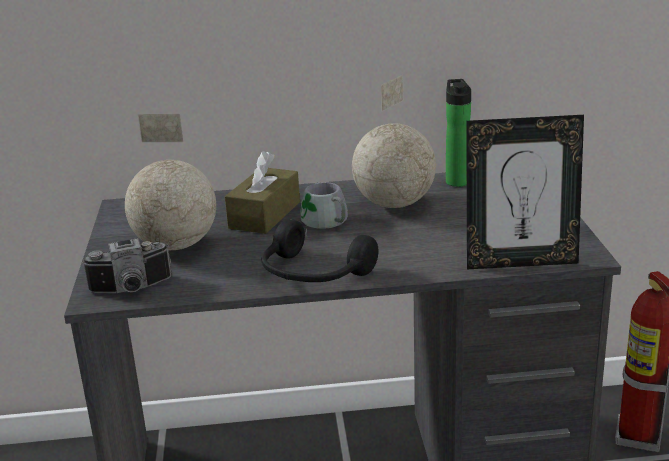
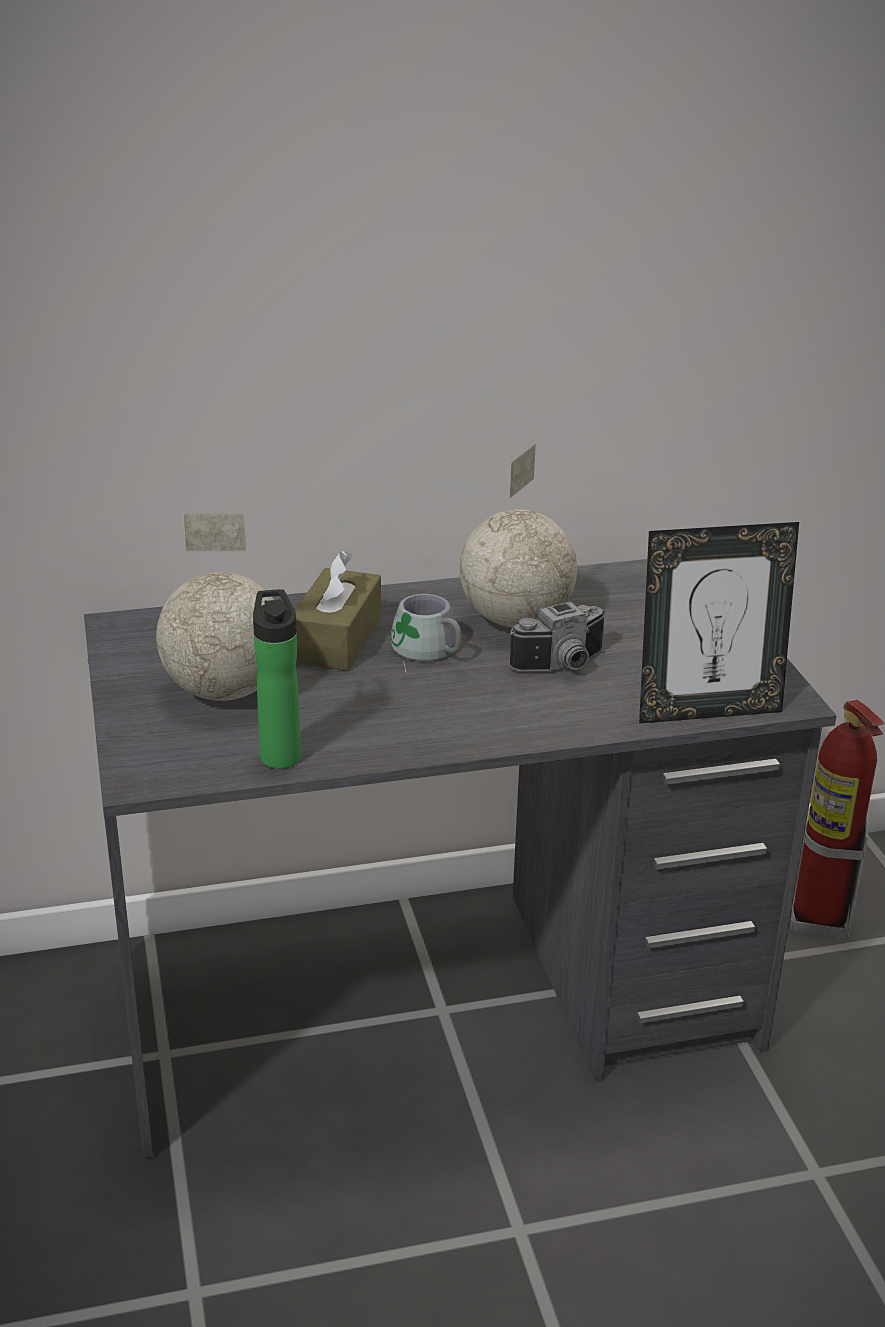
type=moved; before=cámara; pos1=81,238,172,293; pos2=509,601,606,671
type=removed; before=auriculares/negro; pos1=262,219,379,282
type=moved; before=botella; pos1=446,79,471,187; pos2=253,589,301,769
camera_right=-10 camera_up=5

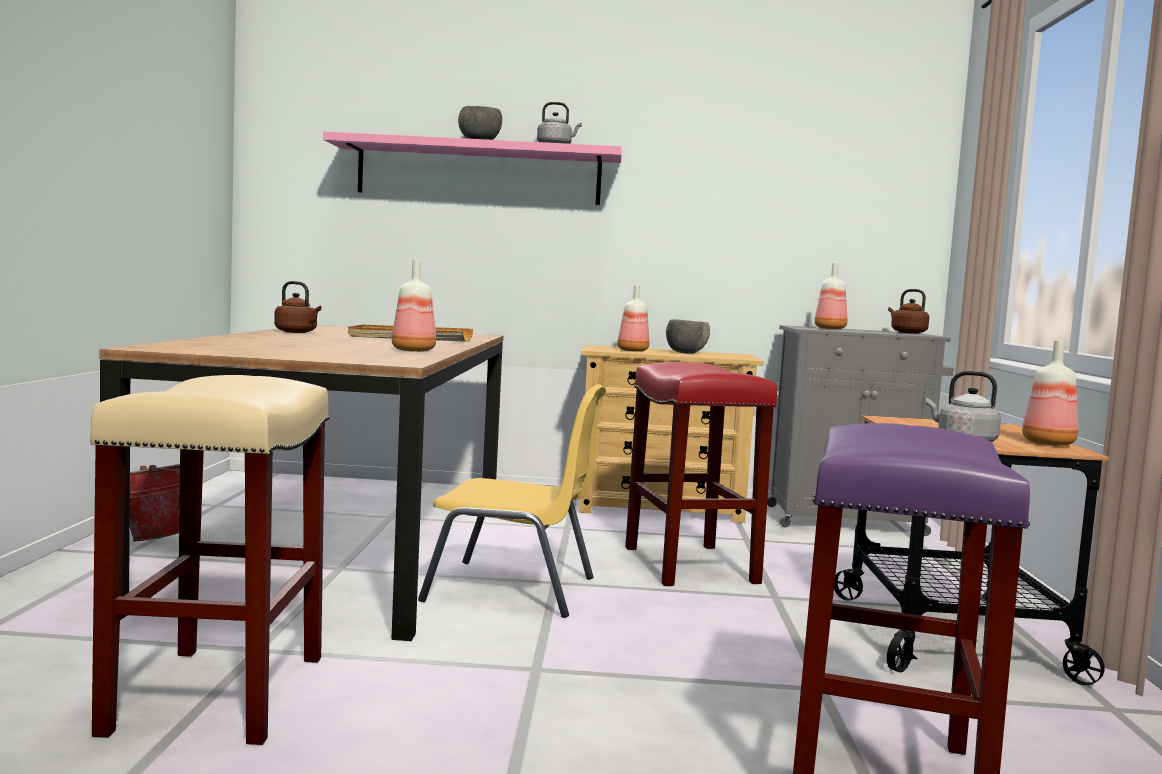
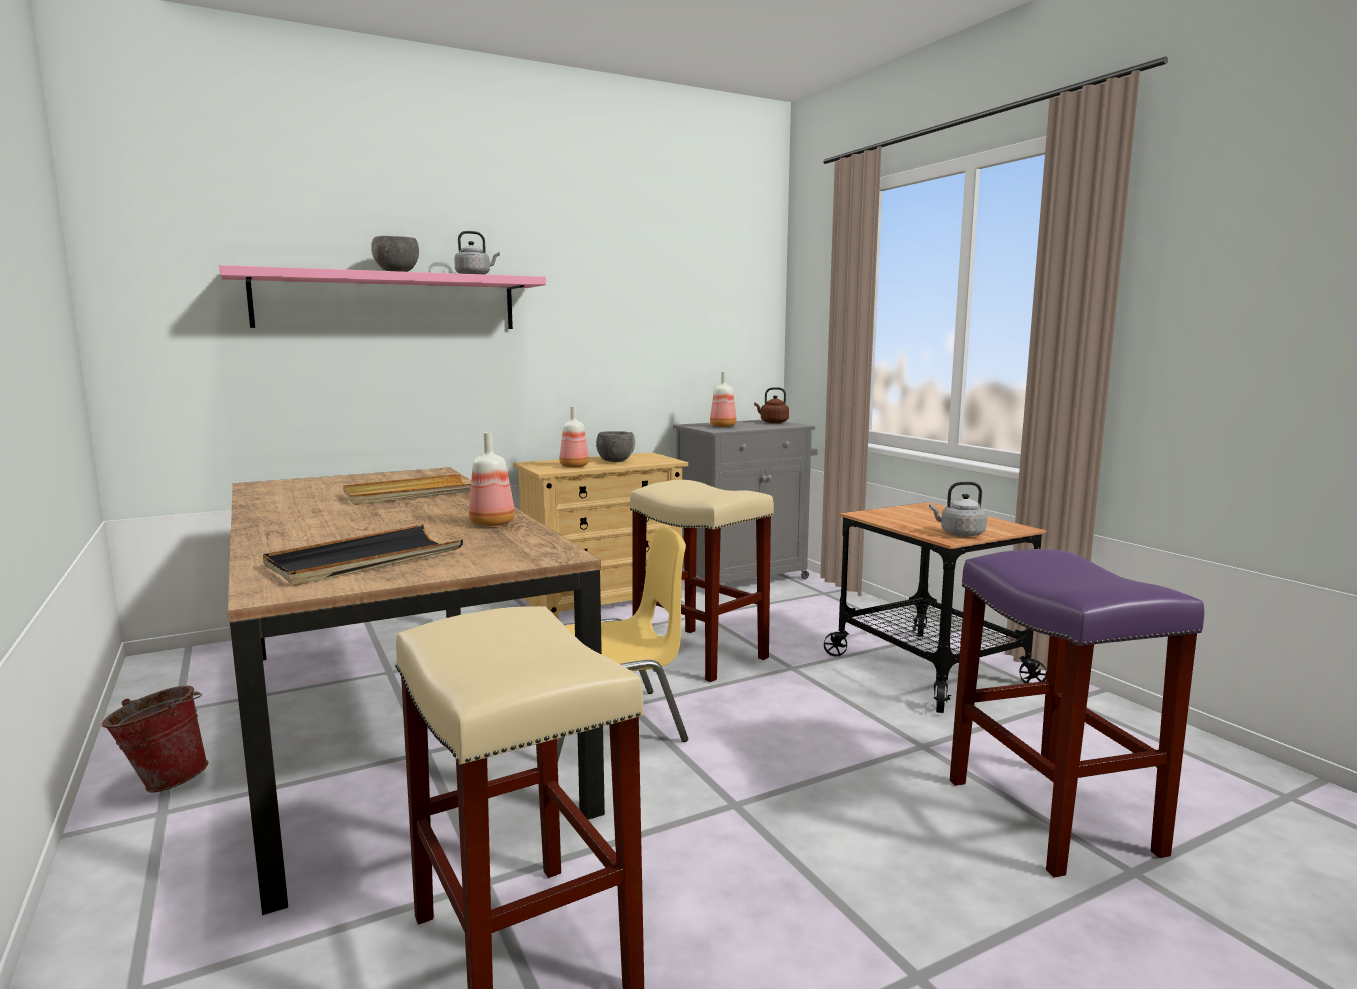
type=removed; before=hervidor/marrón; pos1=274,281,322,333
type=recoloured; before=taburete/rojo; after=taburete/beis; pos1=625,362,777,586; pos2=630,480,774,682
type=removed; before=botella; pos1=1022,340,1078,446
type=added; after=bandeja/negro; pos2=263,524,463,586
camera_right=-30 camera_up=5

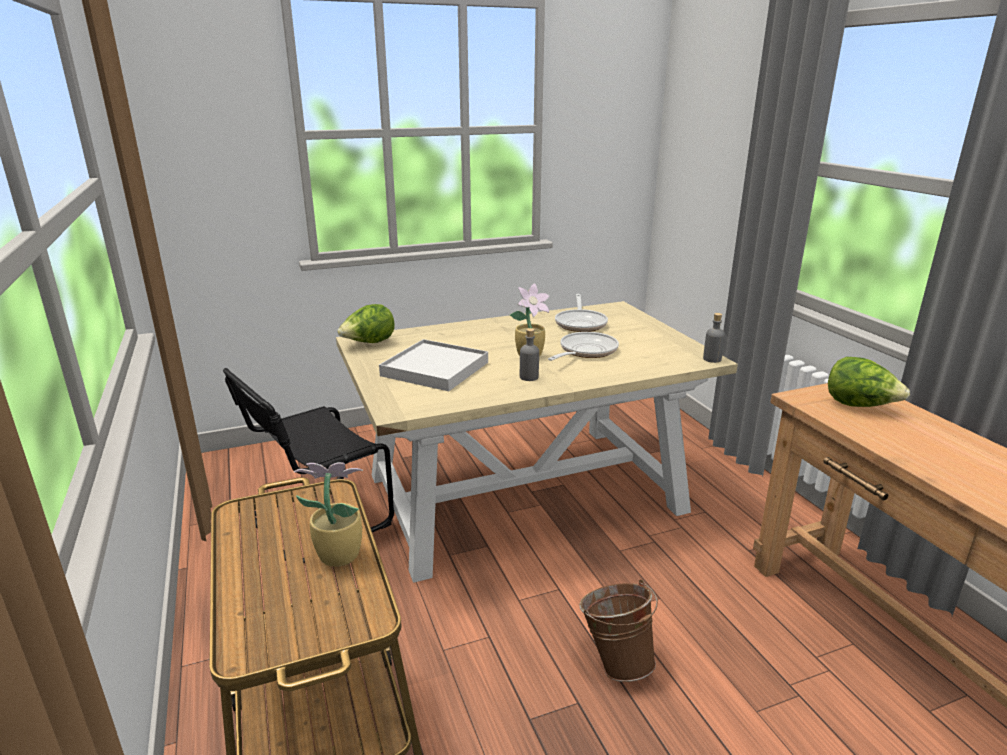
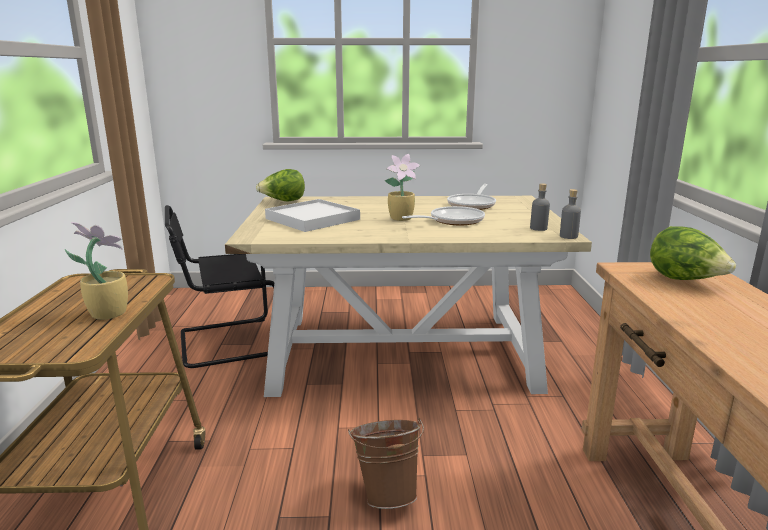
type=moved; before=botella/gris; pos1=520,328,539,381; pos2=530,183,550,231
camera_right=20 camera_up=-5

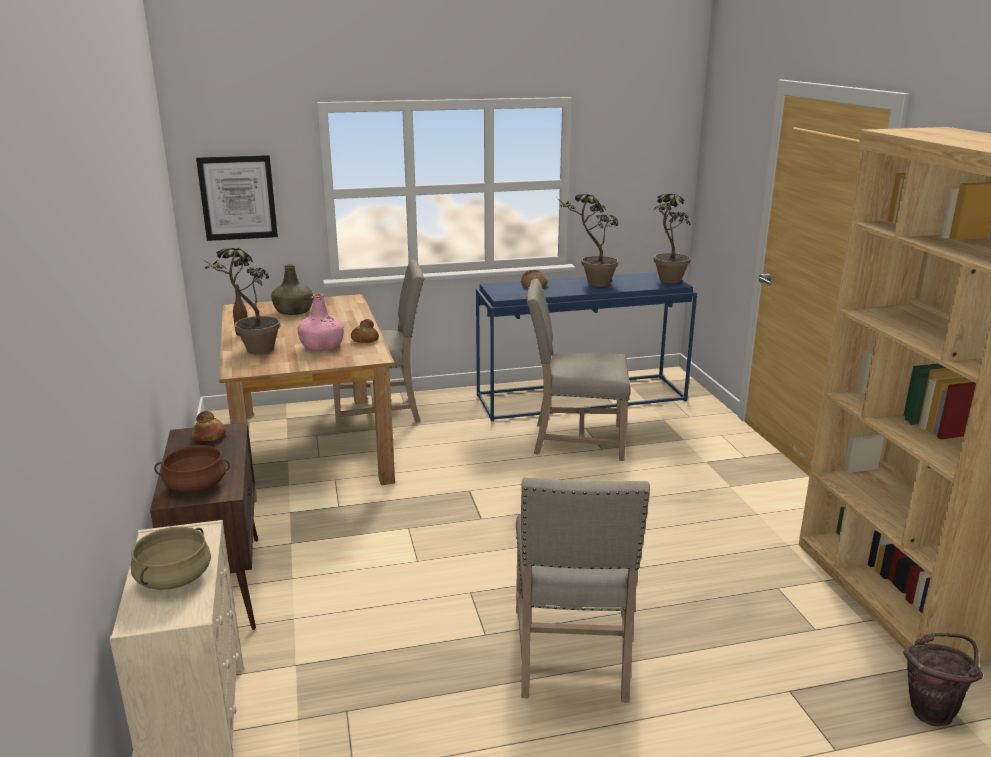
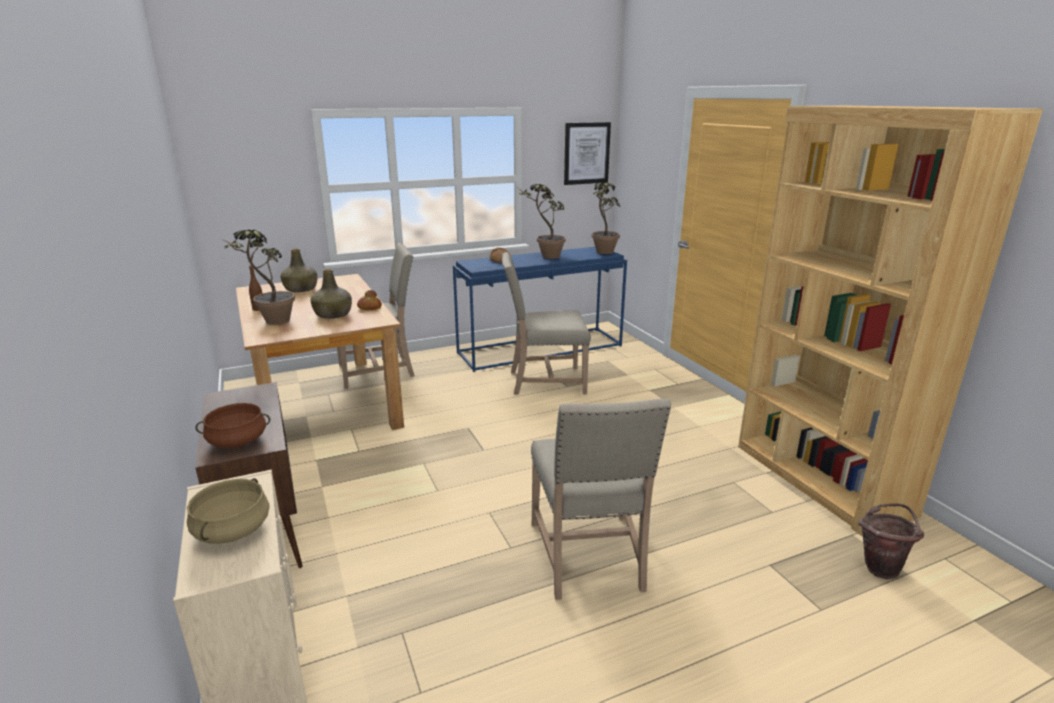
type=removed; before=pan; pos1=192,411,226,442
type=moved; before=cuadro; pos1=196,155,278,241; pos2=564,122,611,185
type=recoloured; before=botella/rosa; after=botella/verde; pos1=297,294,344,351; pos2=311,269,352,319
camera_right=-10 camera_up=0

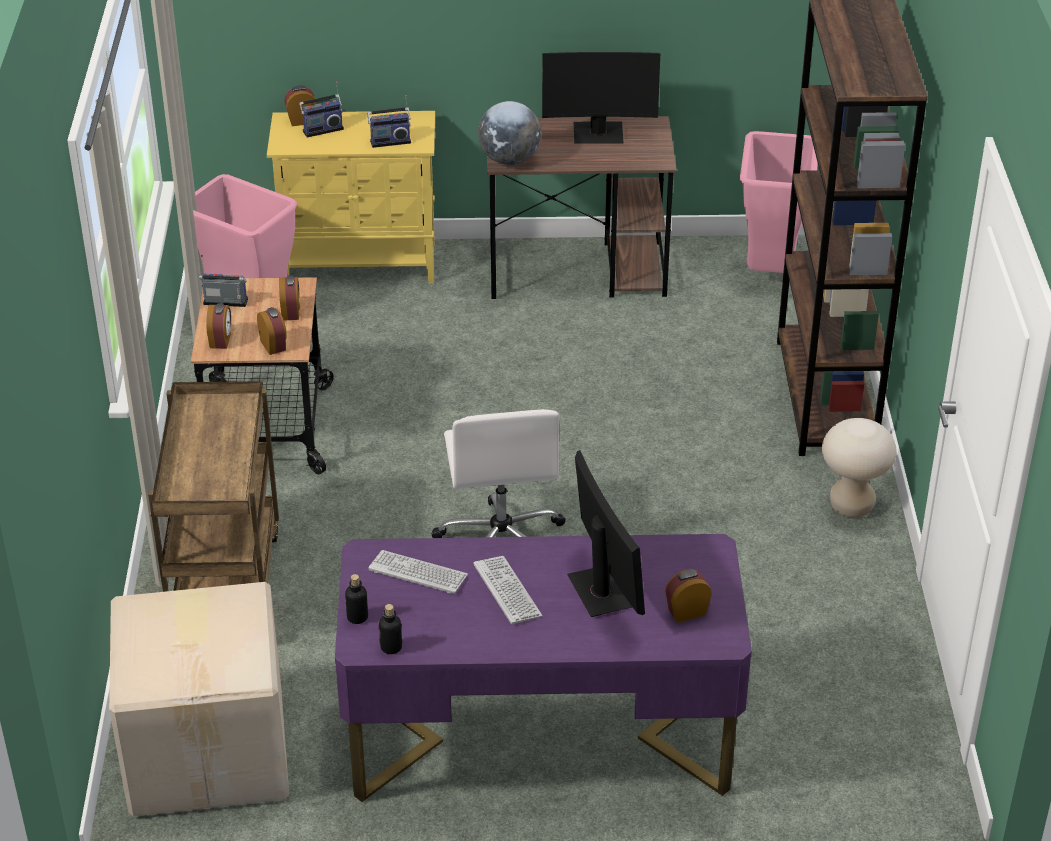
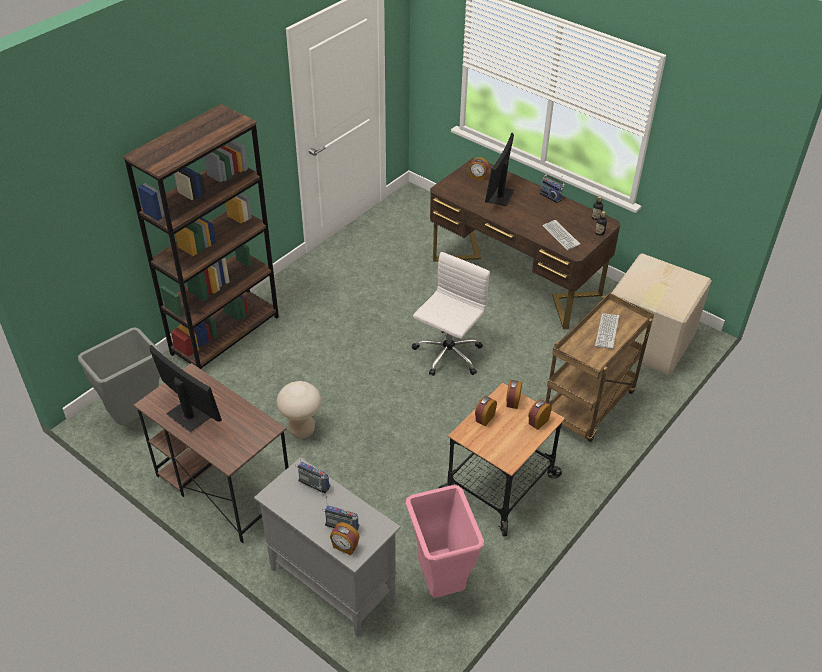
type=moved; before=radio; pos1=199,255,248,307; pos2=539,174,565,203
type=recoloured; before=armario/amarillo; after=armario/gris; pos1=267,111,435,284; pos2=254,457,400,637
type=recoloured; before=escritorio/morado; after=escritorio/marrón; pos1=335,534,752,802; pos2=430,158,620,329
type=moved; before=teclado; pos1=473,556,543,624; pos2=595,313,619,349
type=removed; before=globo terráqueo; pos1=478,101,541,165
type=recoloured; before=papelera/rosa; after=papelera/gris; pos1=740,131,818,273; pos2=78,327,160,426
type=moved; before=taburete/beis; pos1=822,418,897,518; pos2=277,381,321,439
camera_right=-140 camera_up=5

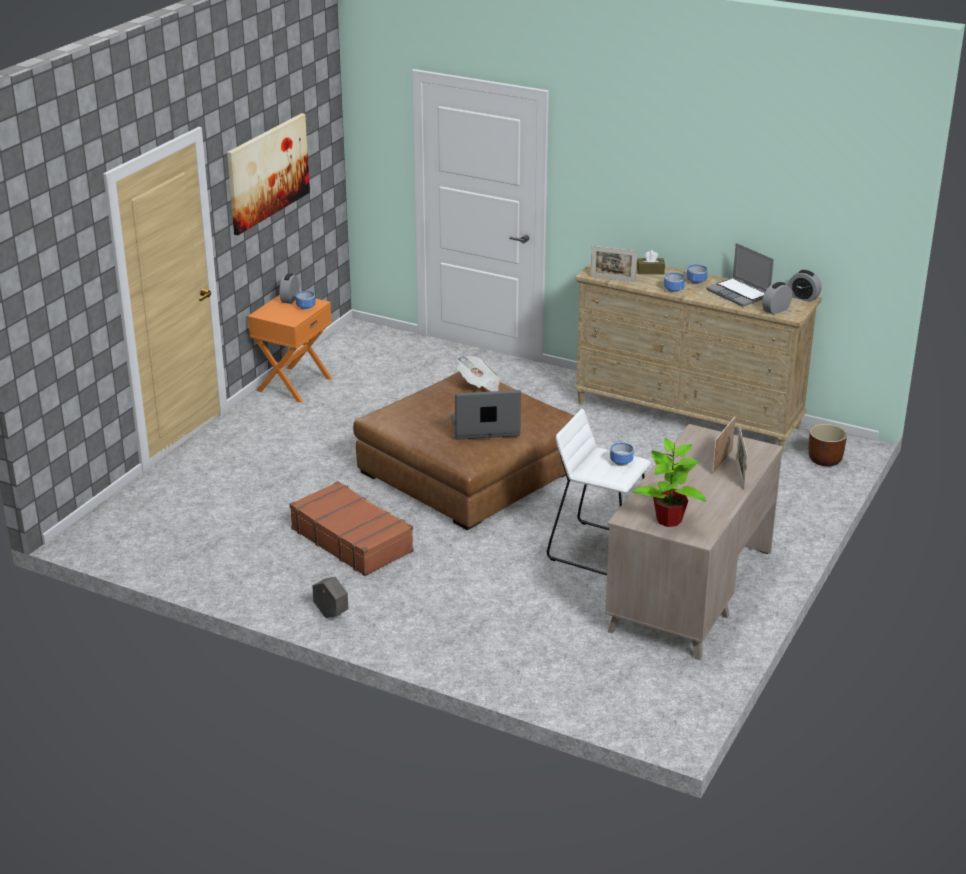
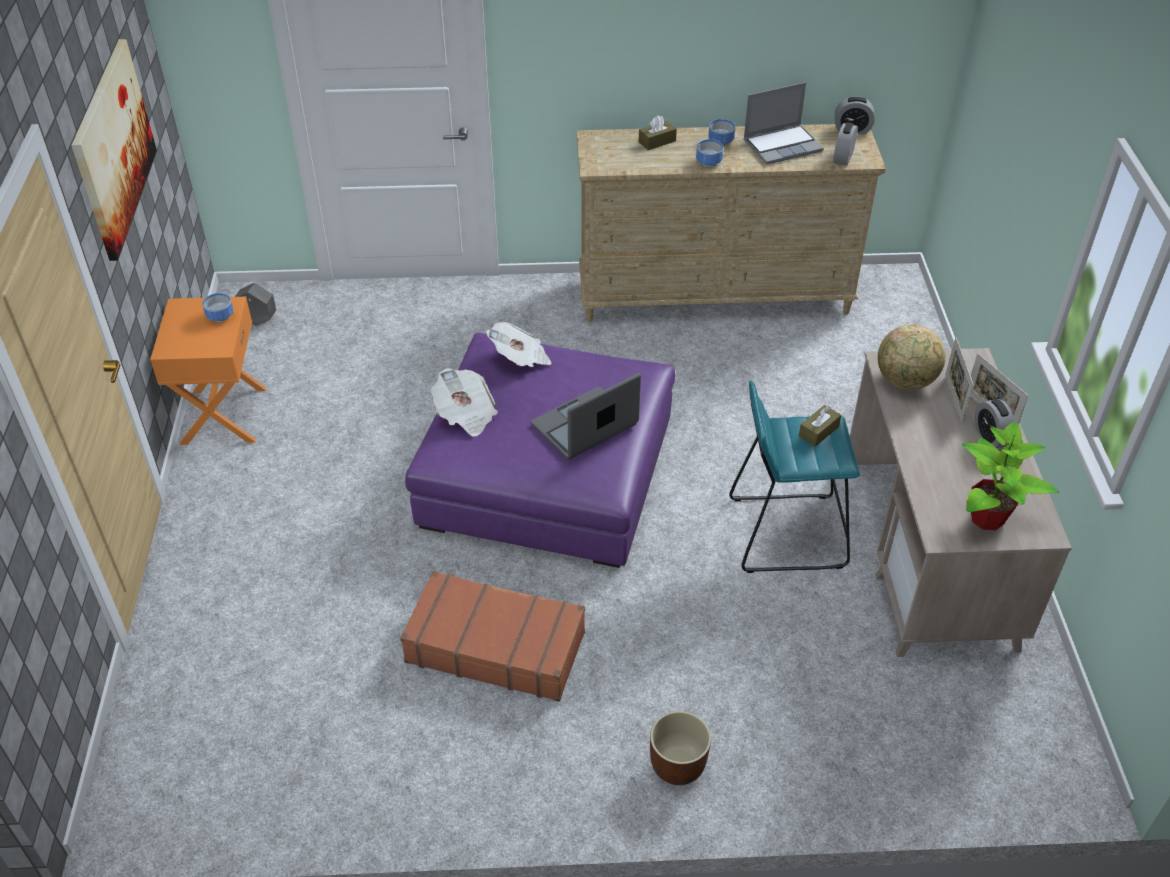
type=moved; before=despertador; pos1=280,273,299,304; pos2=975,399,1014,448
type=moved; before=maceta/gris; pos1=312,577,348,618; pos2=235,283,276,326
type=recoloured; before=puf/marrón; after=puf/morado; pos1=353,372,574,530; pos2=405,332,675,568
type=recoloured; before=taburete/blanco; after=taburete/turquesa; pos1=547,409,651,575; pos2=729,380,860,573
type=removed; before=portarretratos; pos1=591,246,637,282
type=replaced; before=cuenco; after=caja de pañuelos/marrón; pos1=610,442,634,466; pos2=799,405,841,447
type=turned; before=portátil; pos1=706,243,774,307; pos2=743,82,824,165; turn=-45
type=moved; before=maceta/marrón; pos1=809,424,847,466; pos2=650,711,711,785
type=added; after=periódico; pos2=431,368,498,436
type=added; after=globo terráqueo; pos2=878,324,946,390
camera_right=-30 camera_up=15

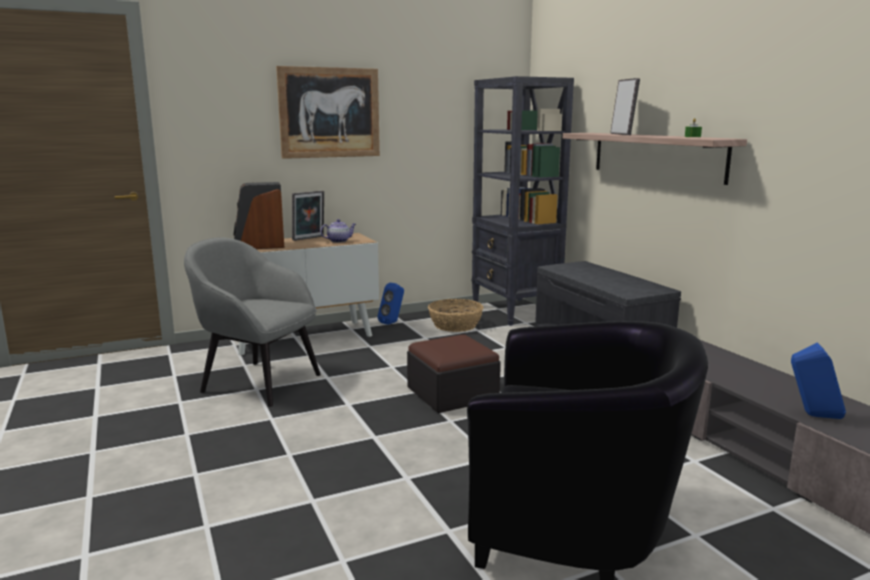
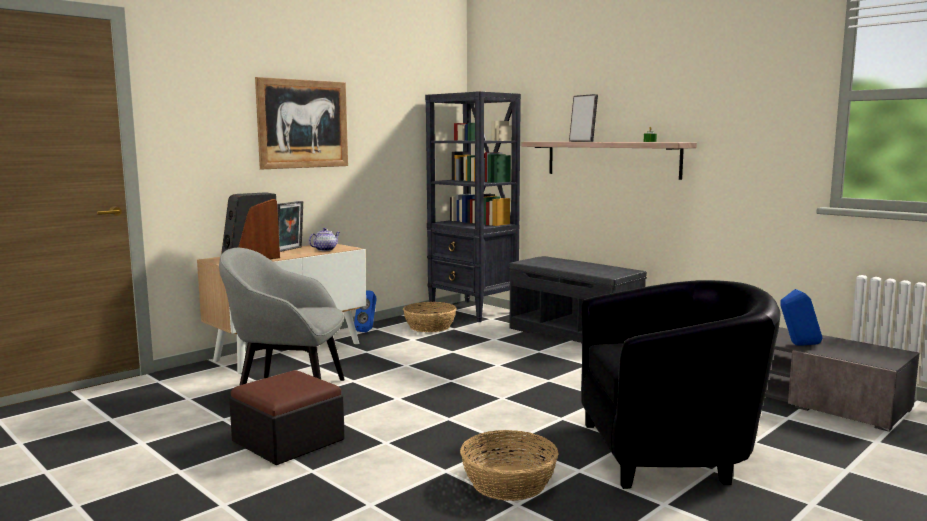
type=moved; before=puf; pos1=407,334,501,413; pos2=229,370,345,465
type=added; after=cesta; pos2=460,430,559,501
camera_right=-20 camera_up=-5

